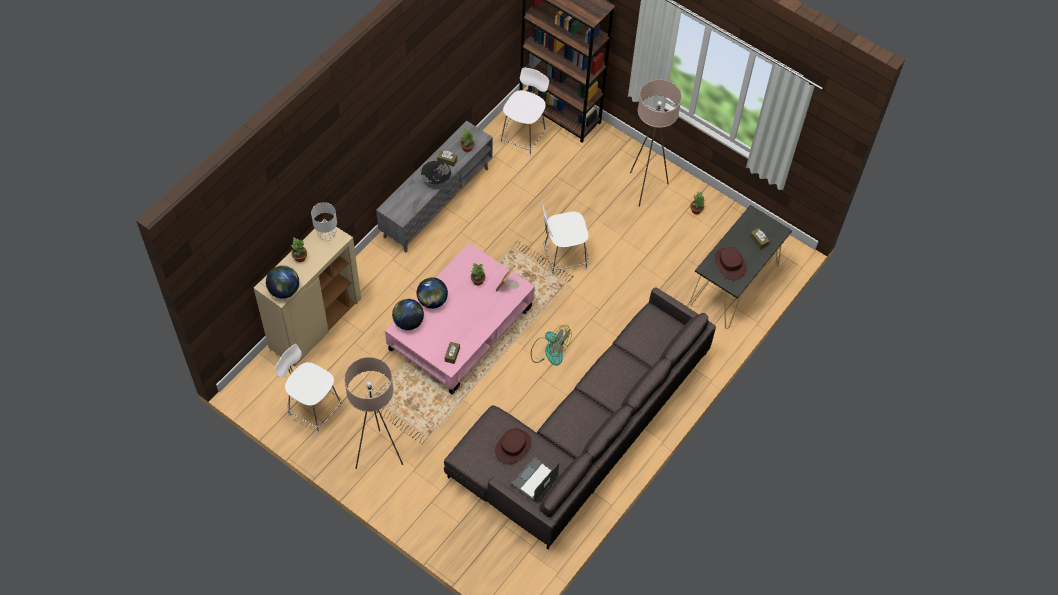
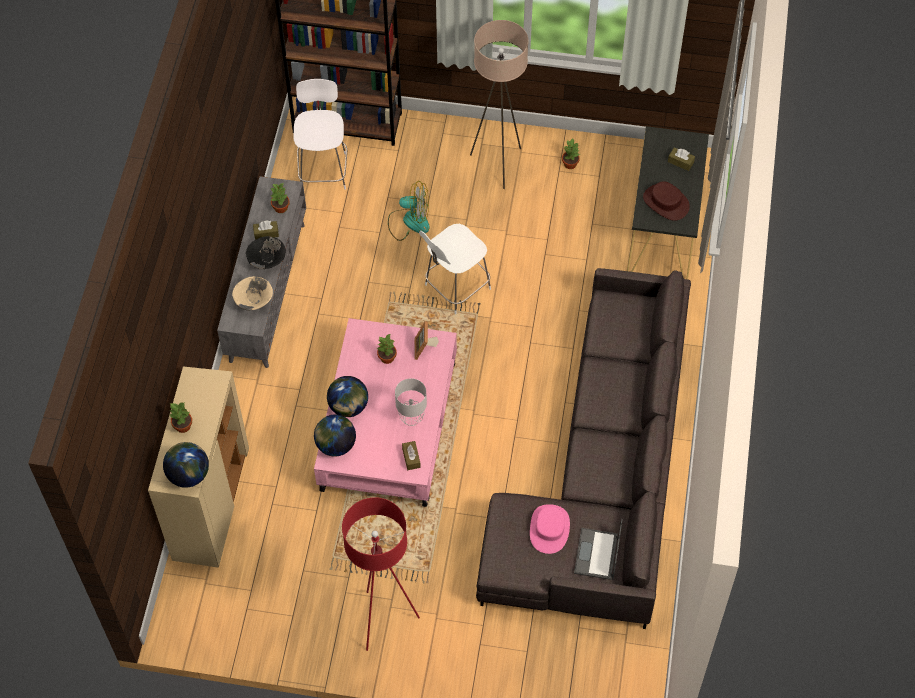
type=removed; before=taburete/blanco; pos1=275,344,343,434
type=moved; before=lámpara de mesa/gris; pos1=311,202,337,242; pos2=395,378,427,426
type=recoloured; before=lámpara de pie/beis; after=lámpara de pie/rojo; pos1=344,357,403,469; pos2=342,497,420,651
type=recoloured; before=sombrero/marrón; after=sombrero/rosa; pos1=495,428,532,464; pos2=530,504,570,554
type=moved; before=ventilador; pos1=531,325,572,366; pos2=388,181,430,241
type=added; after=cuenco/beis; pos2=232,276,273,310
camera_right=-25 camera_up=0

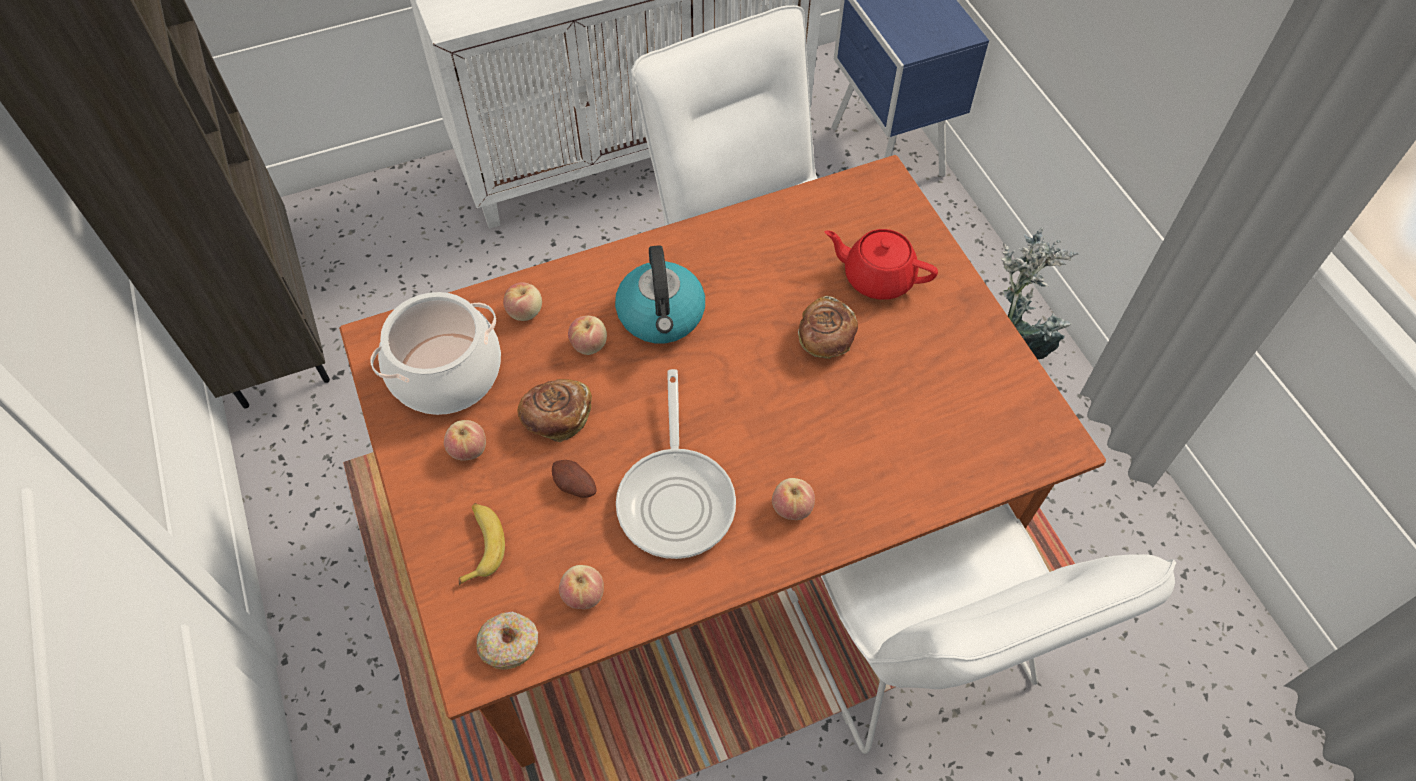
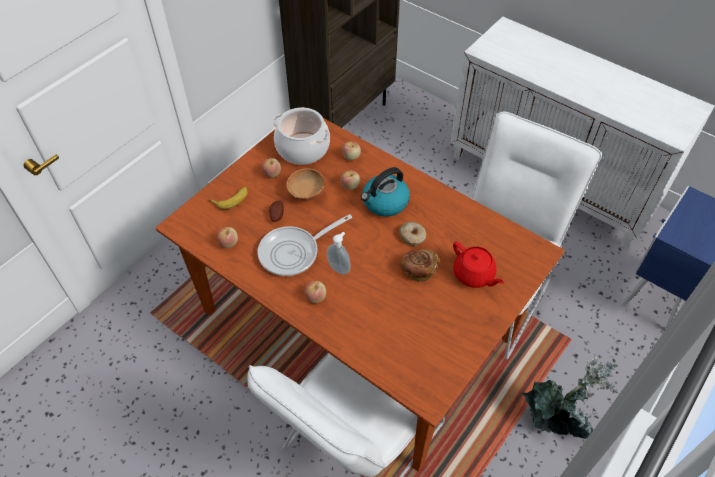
type=moved; before=rosquilla; pos1=476,612,538,670; pos2=399,222,426,246
type=replaced; before=pan; after=cuenco/marrón; pos1=518,379,592,442; pos2=286,168,325,201
type=turned; before=tetera/rojo; pos1=824,229,938,300; pos2=453,242,504,288; turn=150
type=added; after=dispensador de jabón; pos2=327,232,351,275
camera_right=60 camera_up=-5

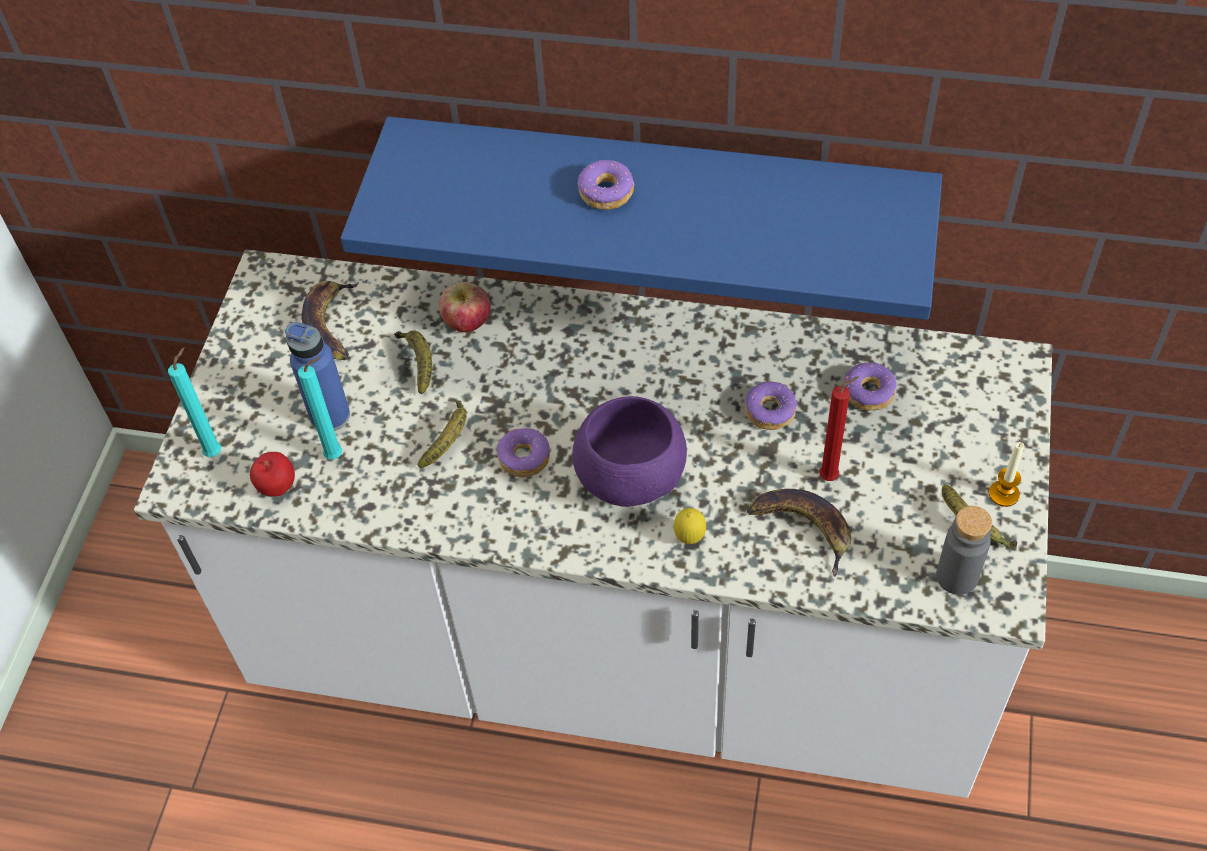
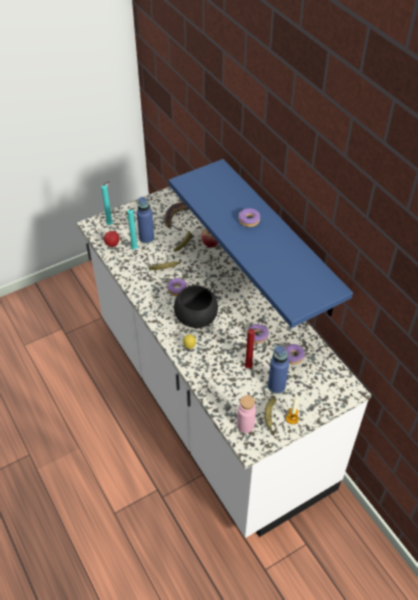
type=recoloured; before=cuenco/morado; after=cuenco/negro; pos1=572,396,687,507; pos2=174,285,218,328
type=removed; before=plátano; pos1=747,489,851,577
type=recoloured; before=botella/gris; after=botella/rosa; pos1=936,506,992,595; pos2=237,395,256,433
type=added; after=botella/azul; pos2=268,345,289,394
camera_right=45 camera_up=-5

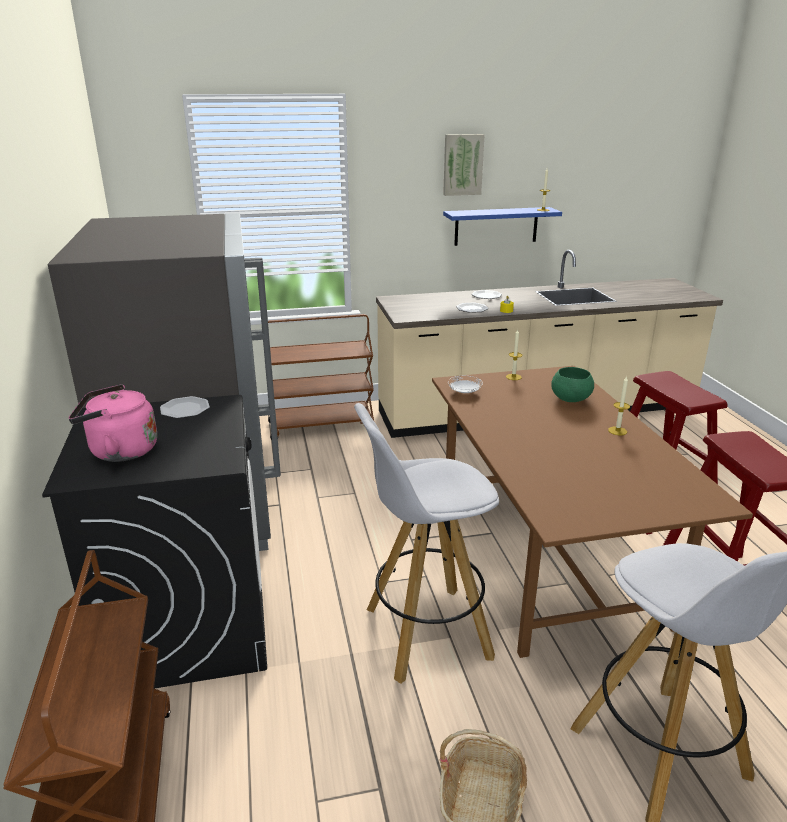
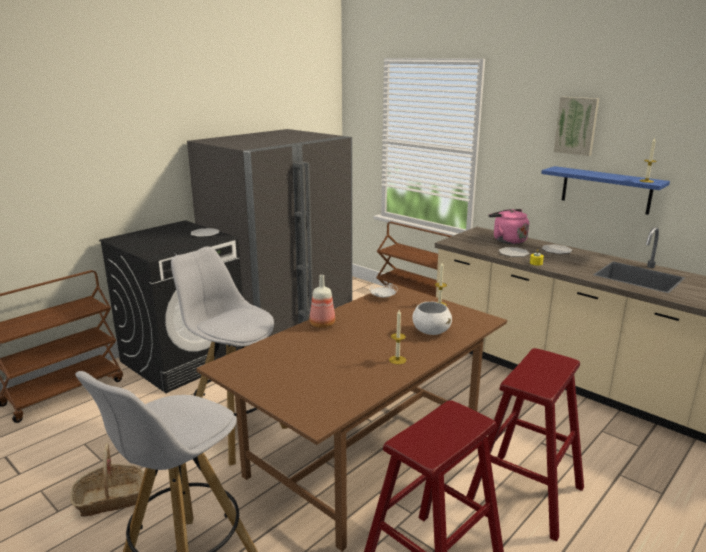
type=moved; before=hervidor/rosa; pos1=69,384,157,462; pos2=489,209,529,244
type=recoloured; before=cuenco/verde; after=cuenco/blanco; pos1=551,367,594,402; pos2=412,301,452,335
type=added; after=botella; pos2=310,275,335,328
camera_right=55 camera_up=-5

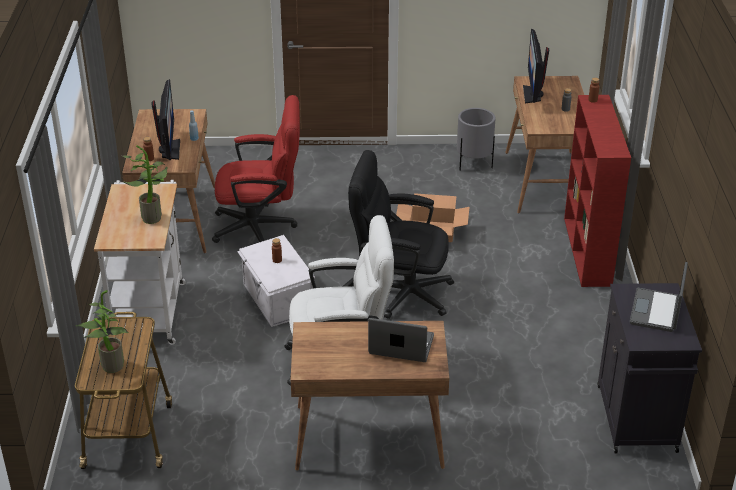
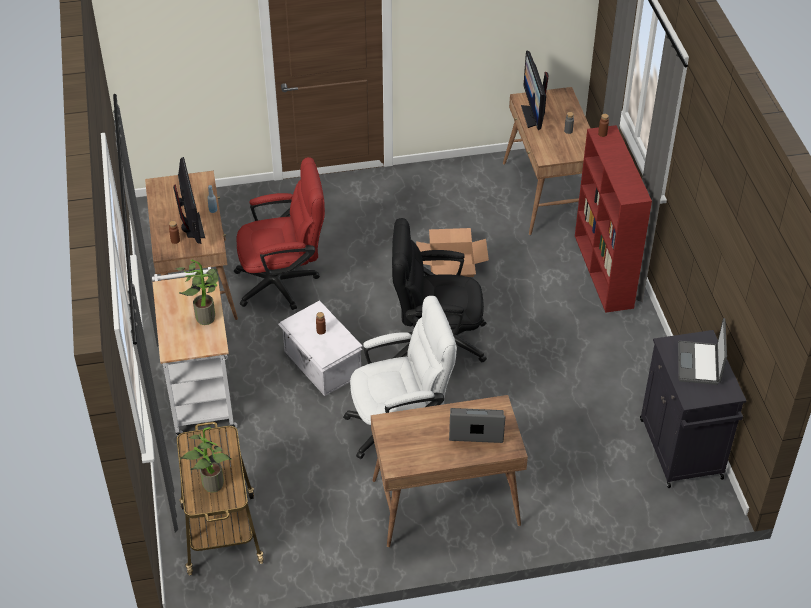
type=removed; before=maceta/gris; pos1=457,108,496,171
camera_right=-10 camera_up=10

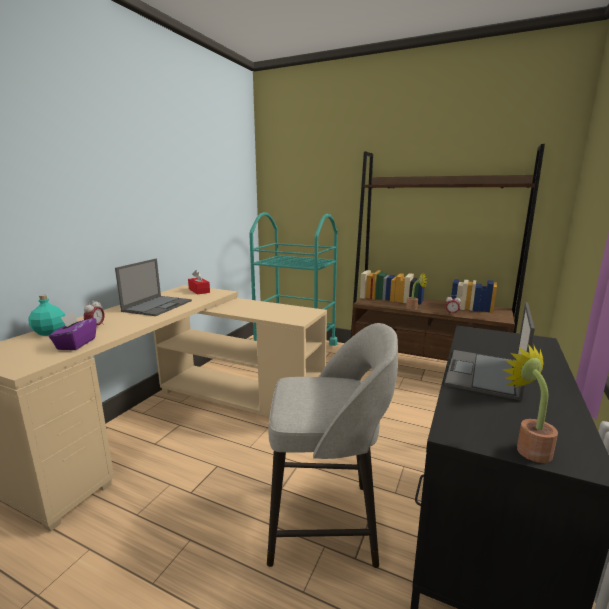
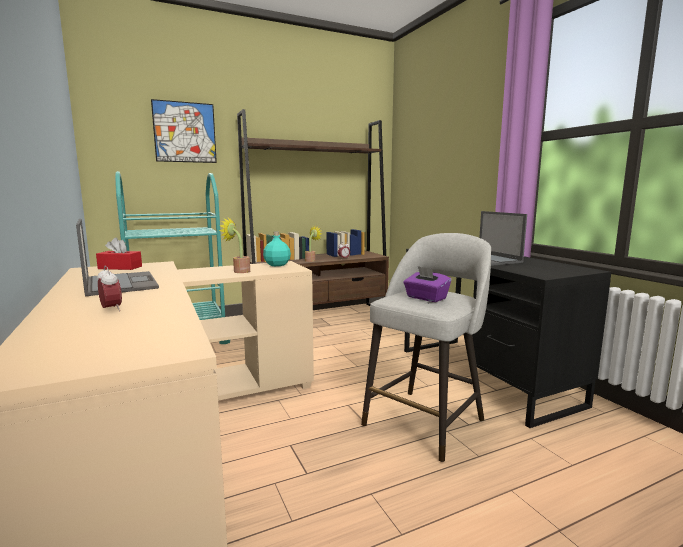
type=moved; before=botella/turquesa; pos1=28,295,65,336; pos2=263,232,291,266
type=moved; before=caja de pañuelos/morado; pos1=49,312,97,350; pos2=403,266,451,302
type=moved; before=planta en maceta; pos1=503,344,558,463; pos2=219,218,250,273
type=added; after=cuadro; pos2=151,99,217,163
camera_right=-50 camera_up=-5

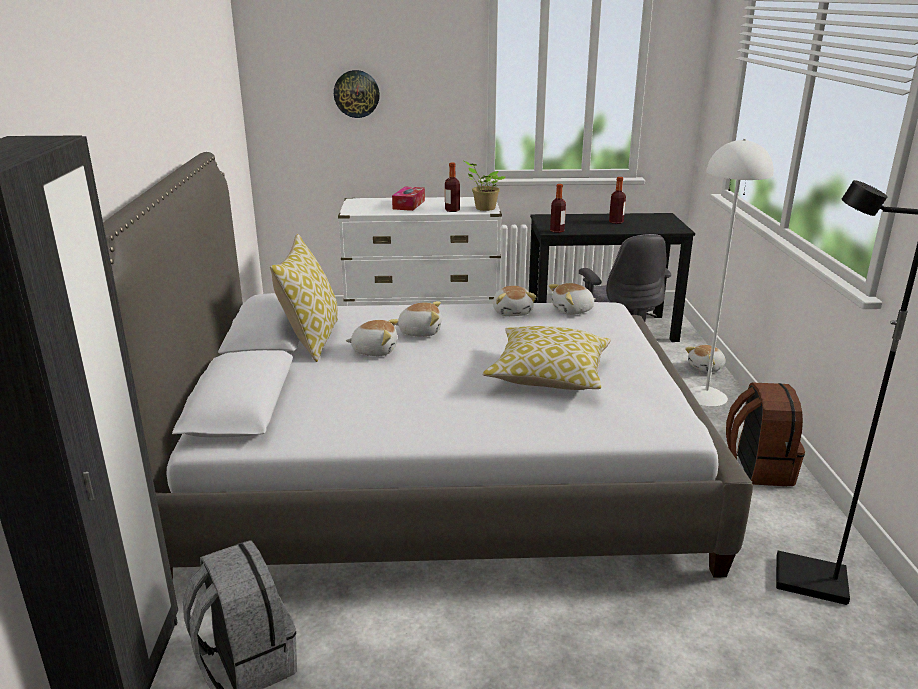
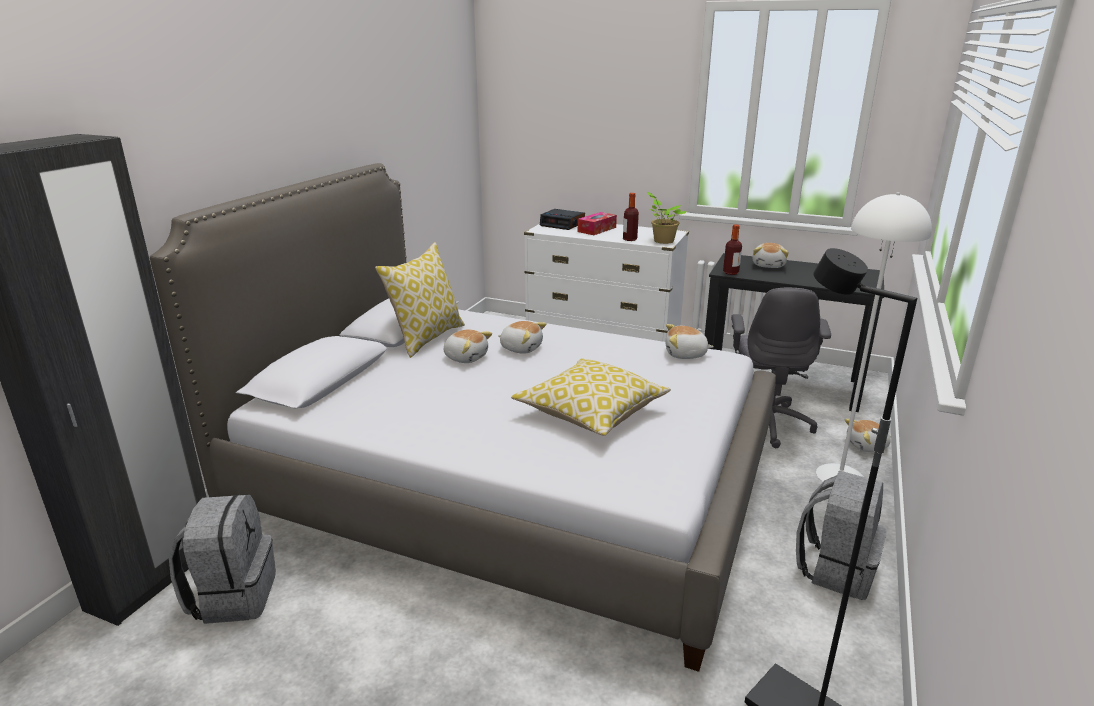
type=removed; before=reloj de pared; pos1=334,70,380,118
type=moved; before=peluche; pos1=493,286,537,316; pos2=752,243,789,268
type=removed; before=botella; pos1=609,177,626,224
type=recoloured; before=mochila/marrón; after=mochila/gris; pos1=726,382,805,486; pos2=796,470,887,600
type=added; after=despertador; pos2=540,209,585,230
camera_right=25 camera_up=0

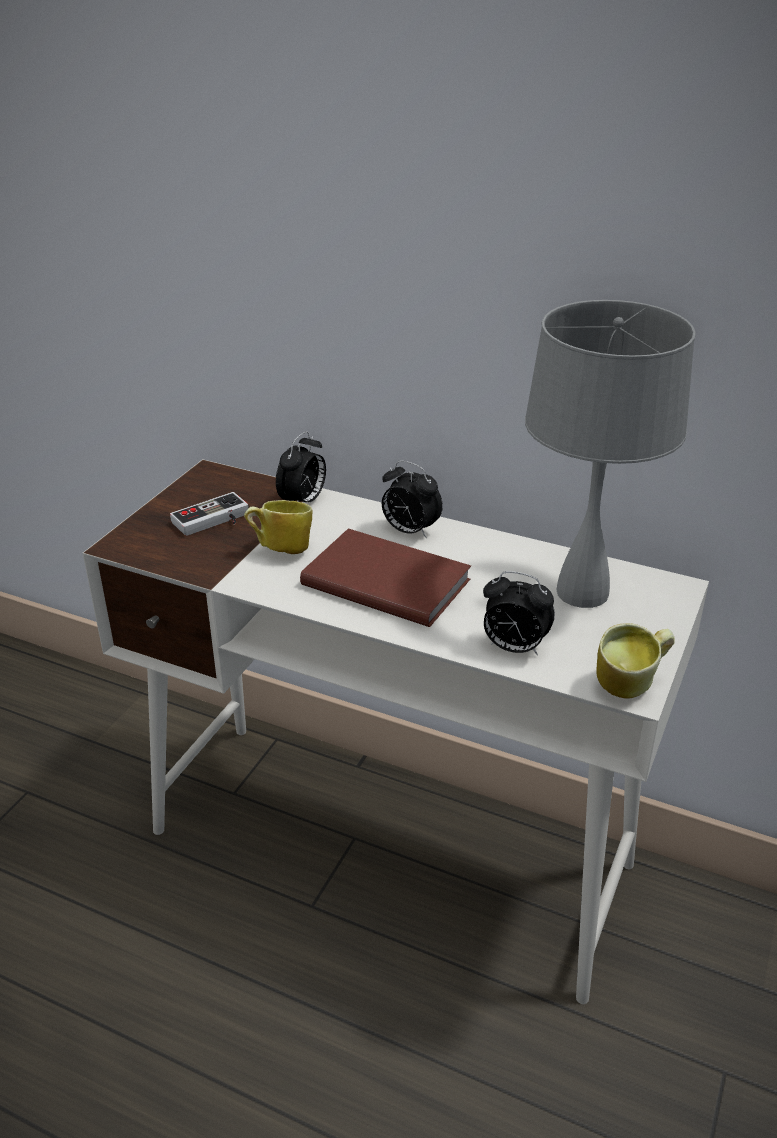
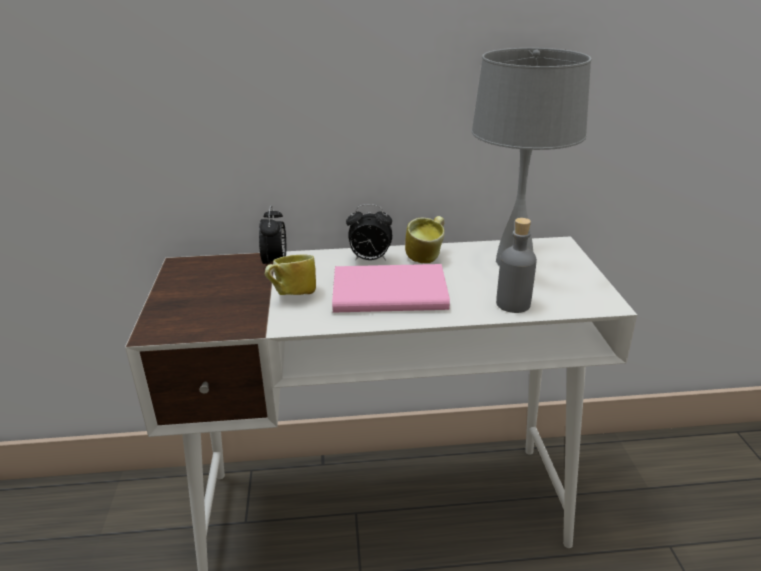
type=removed; before=mando de consola; pos1=170,492,249,536
type=recoloured; before=libro/marrón; after=libro/rosa; pos1=300,529,471,627; pos2=332,264,450,313
type=replaced; before=despertador; after=botella/gris; pos1=483,571,555,655; pos2=496,218,537,313
type=moved; before=taza grande; pos1=596,623,675,699; pos2=405,216,445,263
camera_right=-30 camera_up=-5

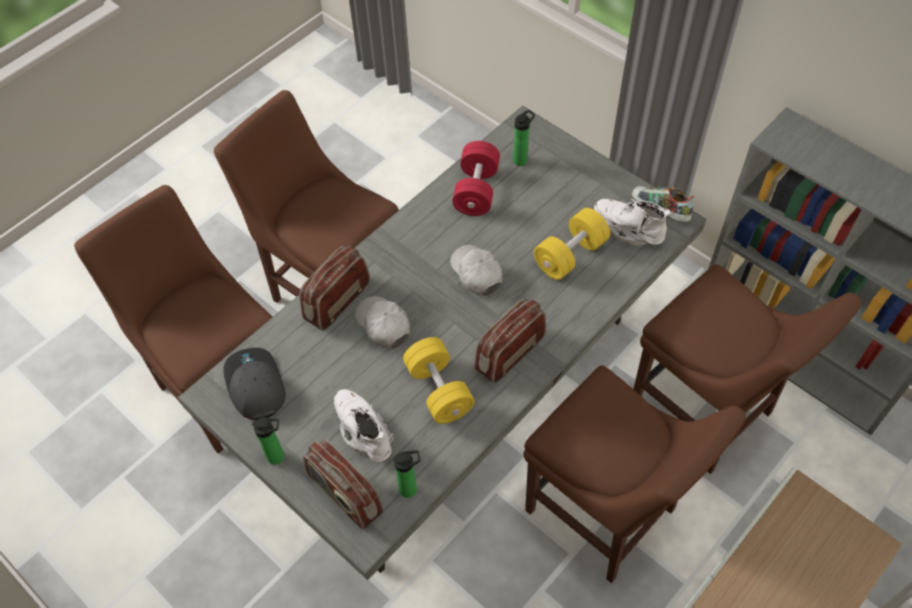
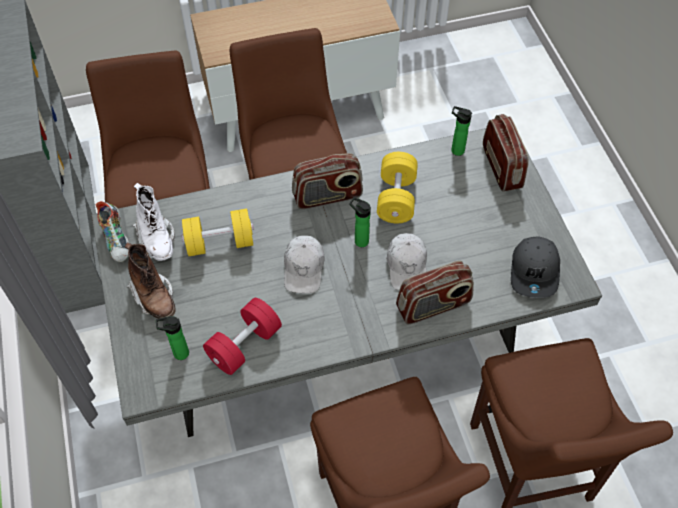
type=moved; before=botella; pos1=252,418,284,465; pos2=349,197,371,247
type=removed; before=bota/blanco; pos1=334,389,395,462
type=added; after=bota/marrón; pos2=125,243,176,319
camera_right=-150 camera_up=0

